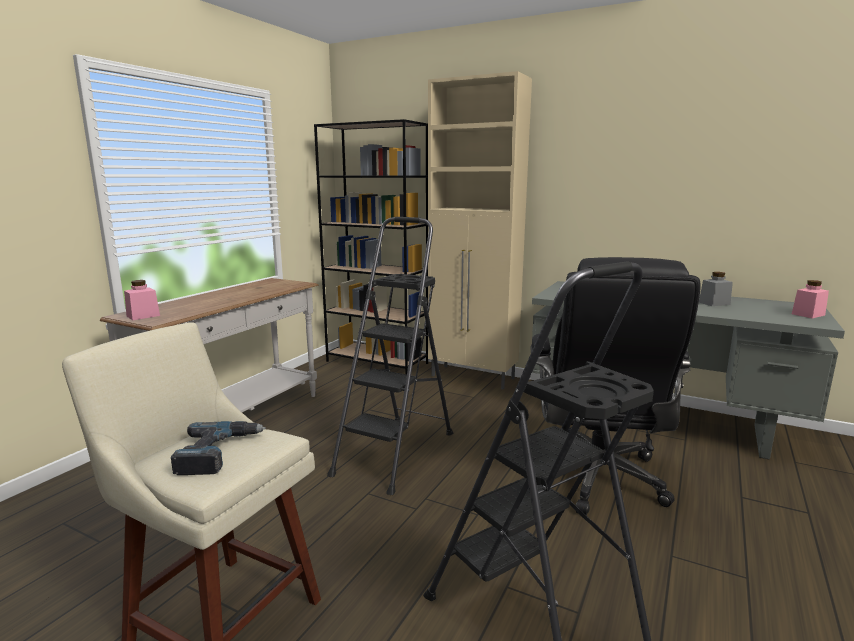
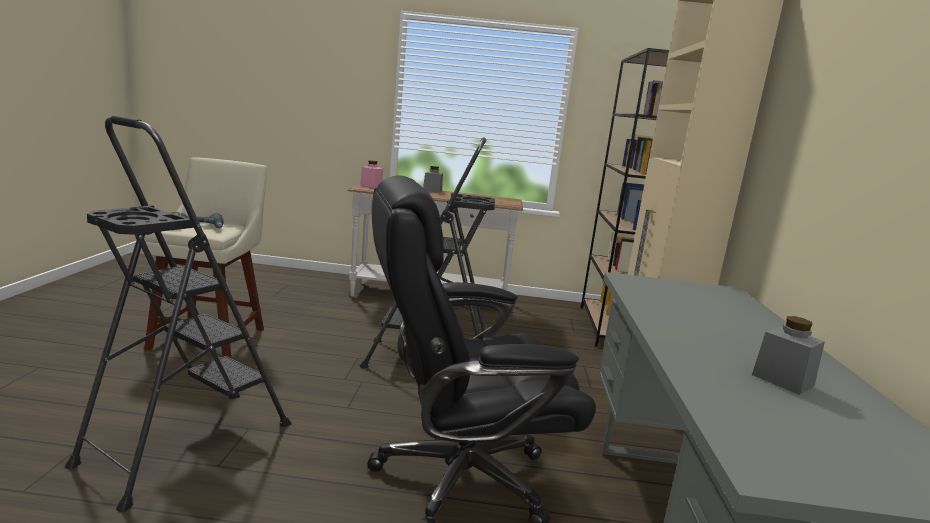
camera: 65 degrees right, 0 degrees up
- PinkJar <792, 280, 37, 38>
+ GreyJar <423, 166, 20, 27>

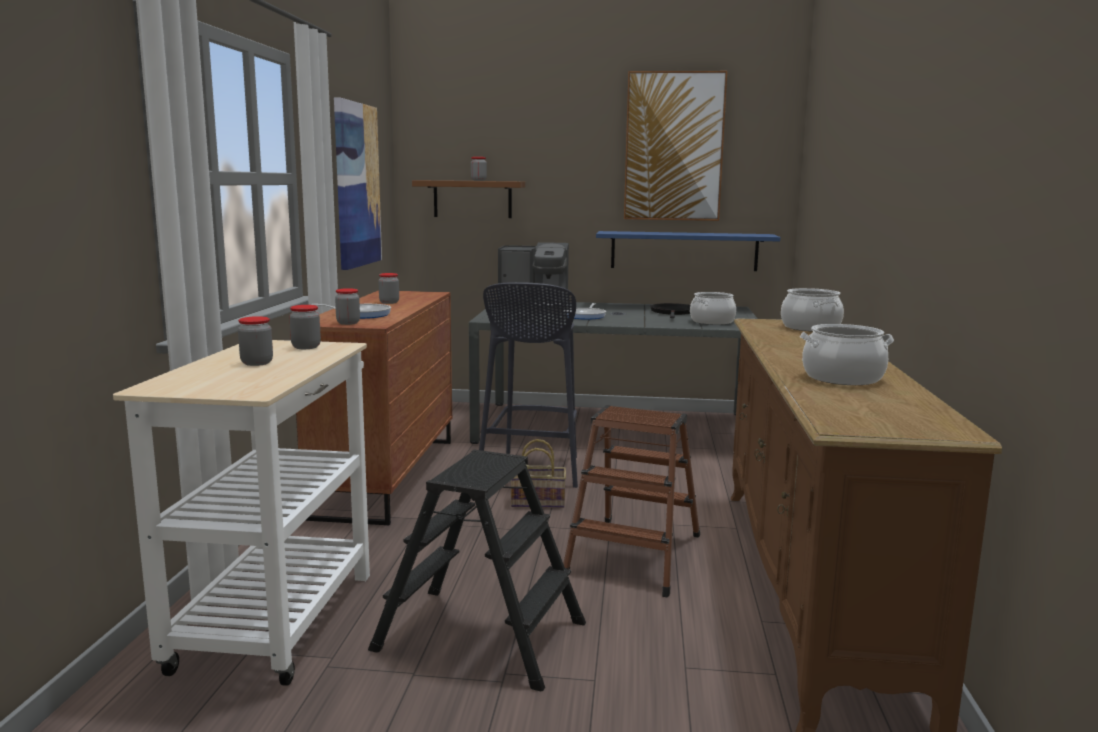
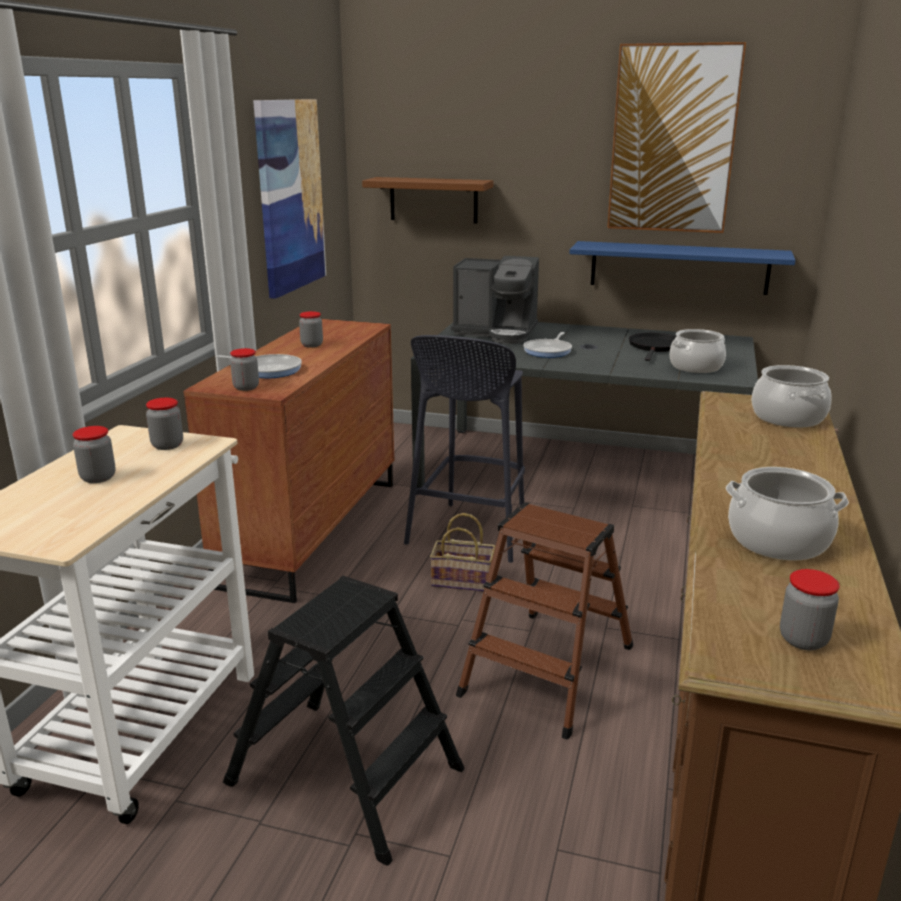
camera: 10 degrees right, 10 degrees up
~ Jar <471, 157, 16, 24> to <780, 569, 60, 81>

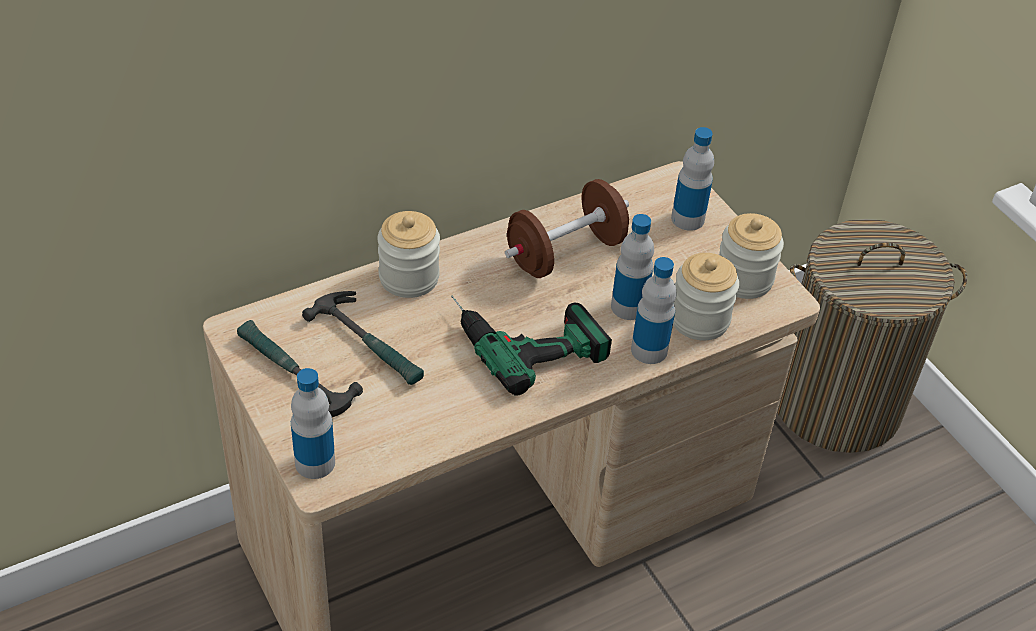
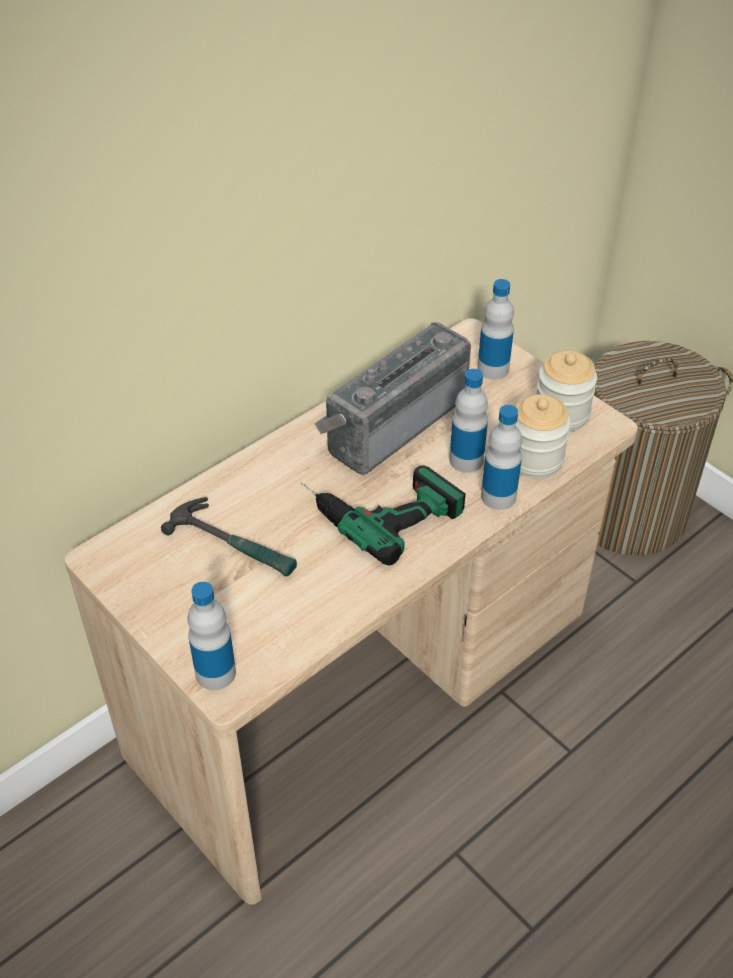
camera: 10 degrees left, 0 degrees up
- Hammer <237, 320, 126, 97>
- Jar <377, 211, 63, 87>
~ BrownDumbbell <505, 179, 124, 99> to Radio <315, 322, 156, 153>

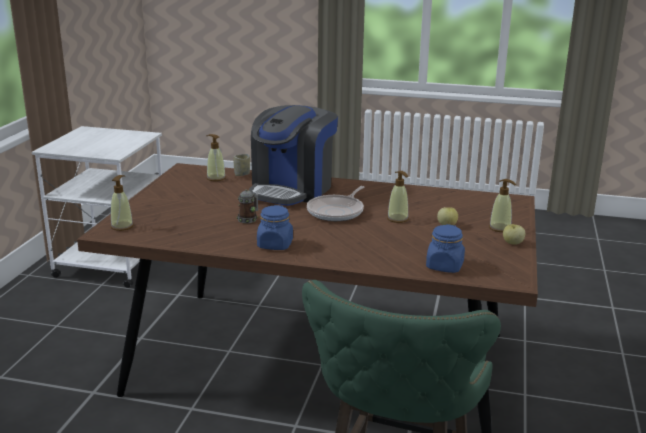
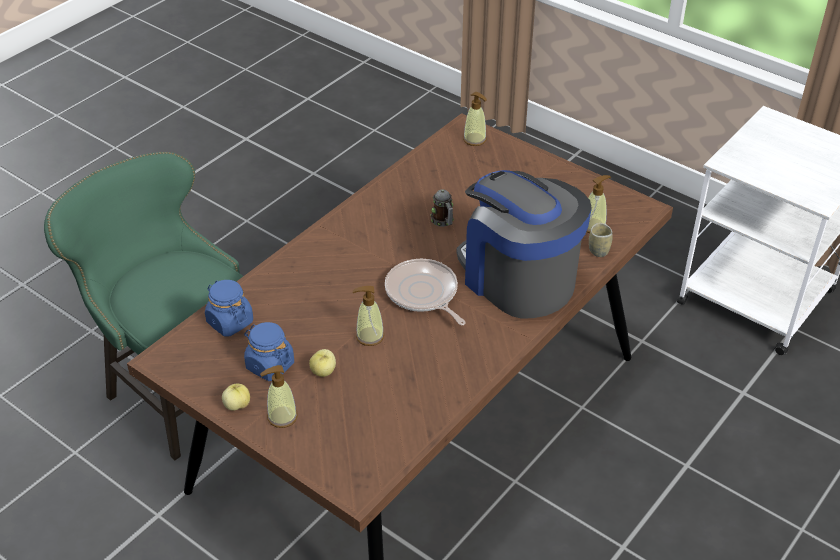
camera: 115 degrees right, 20 degrees up
~ BlueJar <257, 205, 36, 45> to <244, 322, 50, 59>

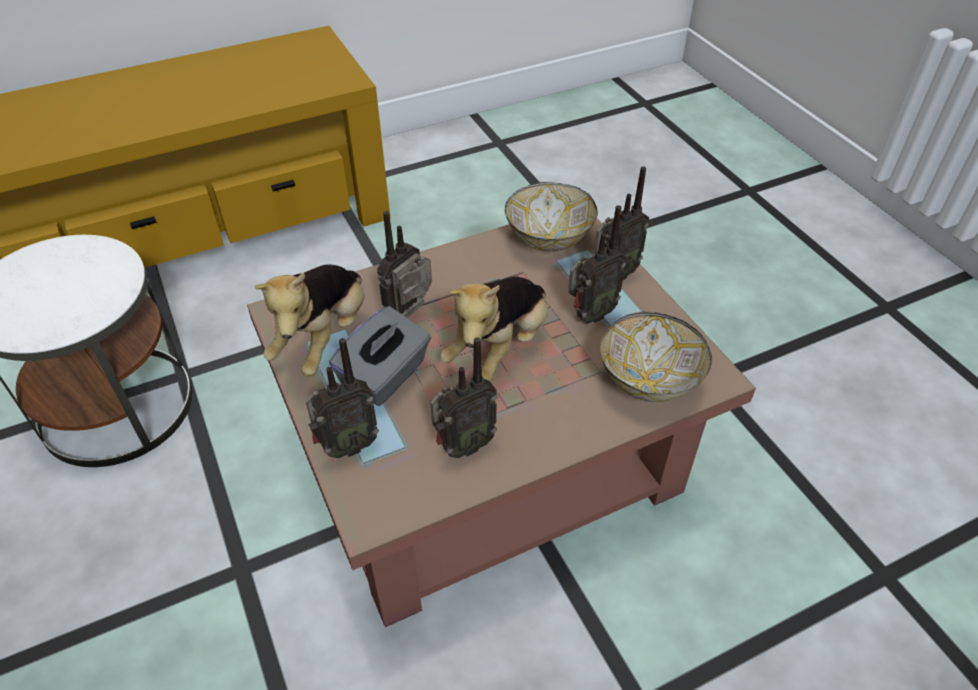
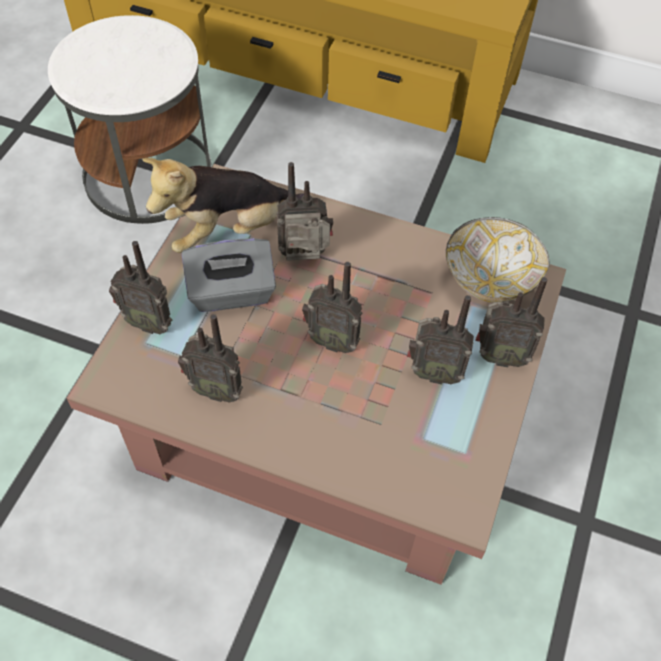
camera: 45 degrees right, 10 degrees up
- Bowl <600, 312, 112, 90>
~ PlushToy <440, 276, 108, 105> to Radio <302, 262, 61, 91>

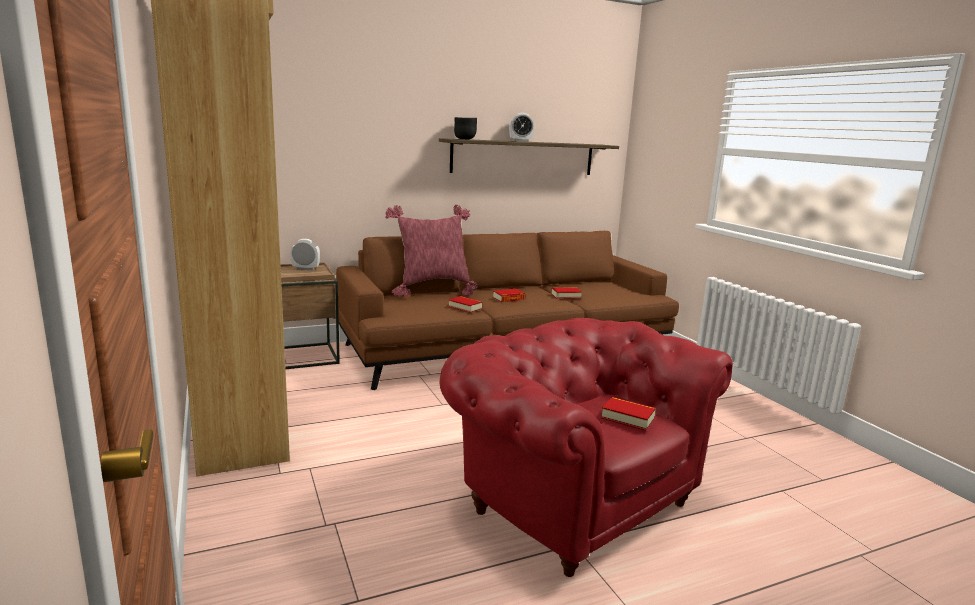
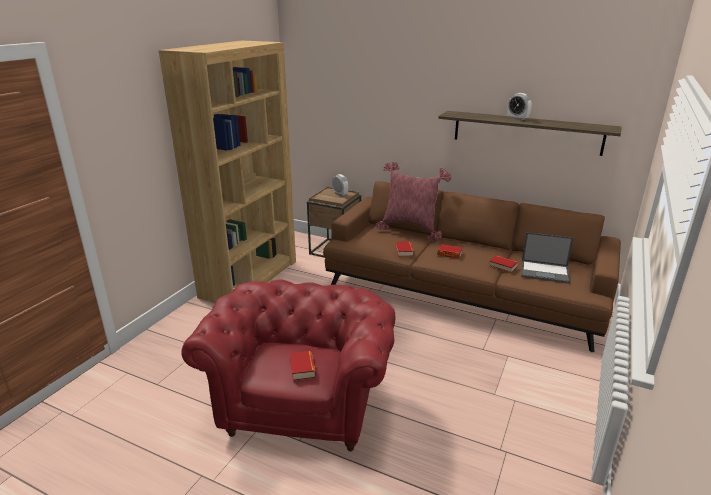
camera: 50 degrees right, 10 degrees up
- BlackBowl <454, 117, 23, 22>
+ Laptop <521, 232, 53, 52>

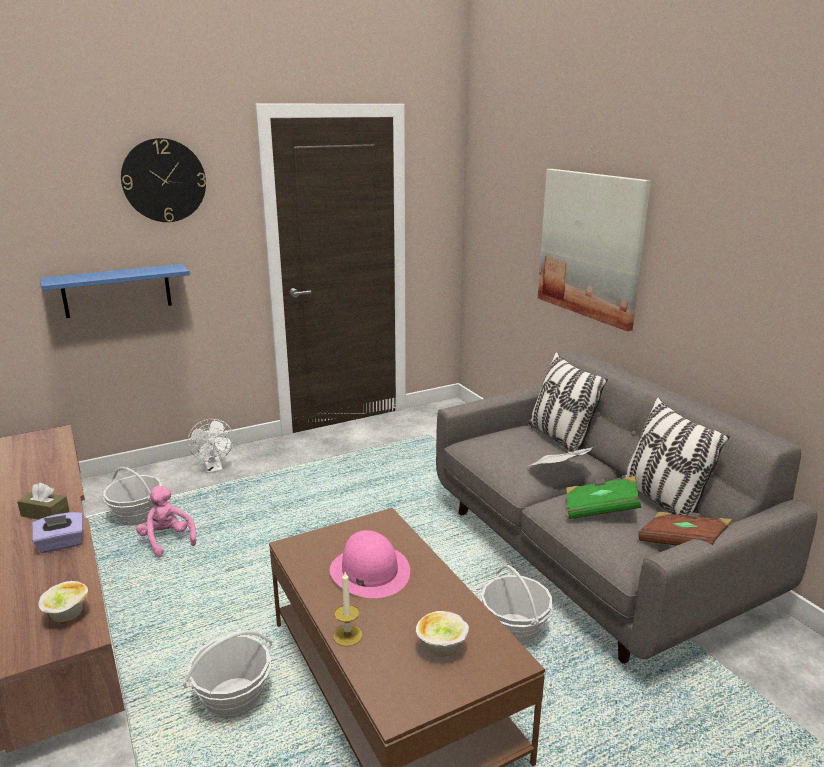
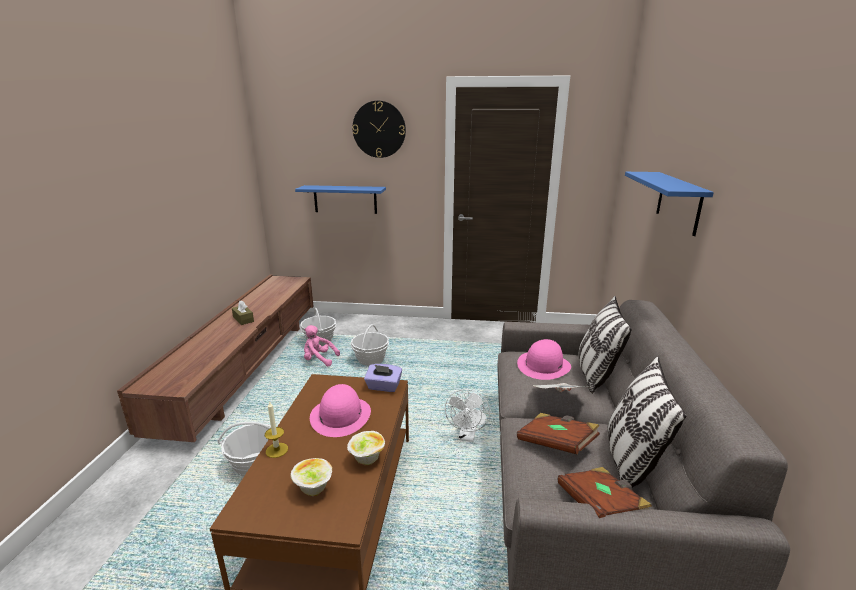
camera: 35 degrees right, 0 degrees up
+ PinkHat <517, 339, 54, 41>
~ PurpleTissueBox <32, 512, 51, 41> to <364, 364, 38, 28>
~ Bowl <39, 581, 49, 42> to <347, 431, 38, 34>
~ WhiteFan <188, 419, 46, 54> to <445, 389, 45, 53>
~ Basket <481, 565, 72, 80> to <351, 324, 38, 42>
~ Picture <538, 169, 113, 162> to BlueShelf <625, 172, 89, 64>
~ GreenBook <566, 476, 75, 43> to BrownBook <517, 413, 83, 41>
~ PinkPlushToy <136, 486, 60, 71> = <304, 325, 36, 41> 75 degrees counterclockwise

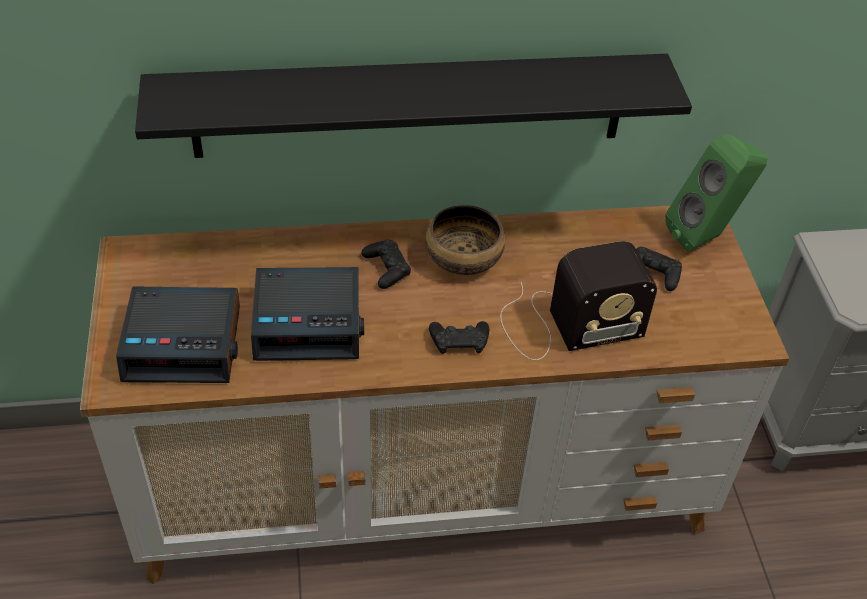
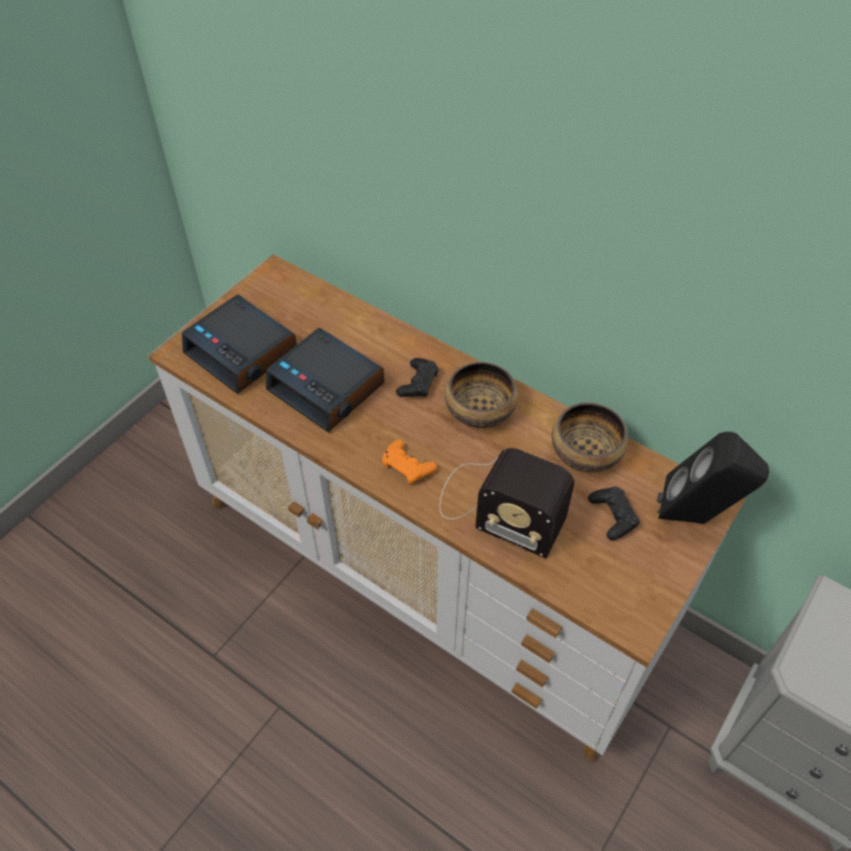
camera: 45 degrees right, 5 degrees up
- BlackShelf <135, 54, 557, 104>
+ Bowl <552, 403, 76, 69>
~ BlackGameController <429, 321, 60, 33> to OrangeGameController <382, 440, 55, 44>
~ GreenSpeaker <665, 134, 102, 118> to BlackSpeaker <657, 432, 112, 92>

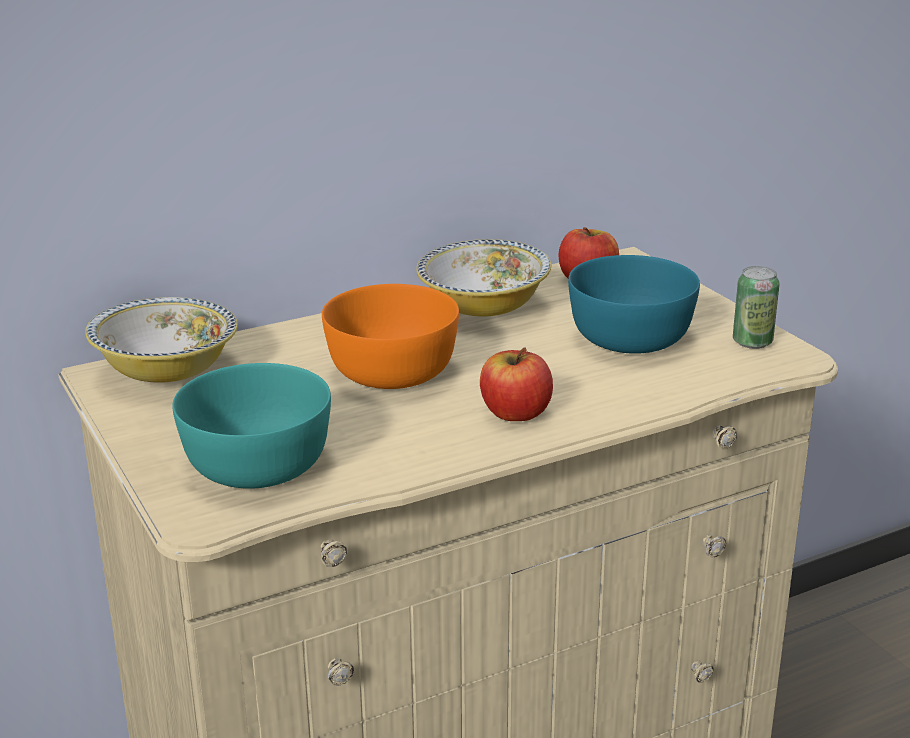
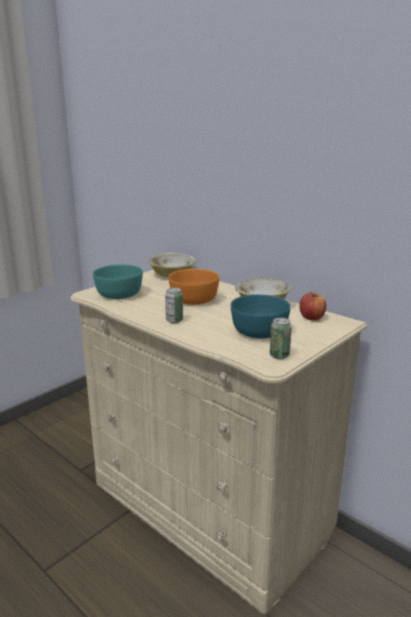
camera: 70 degrees right, 5 degrees down
~ Apple <480, 347, 73, 74> to Can <165, 288, 18, 35>

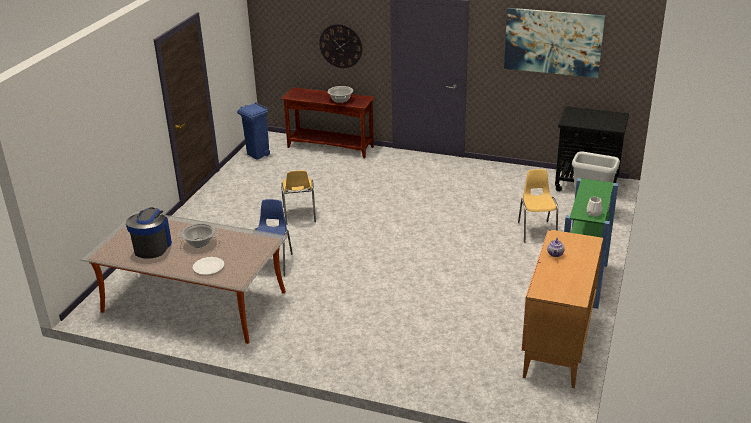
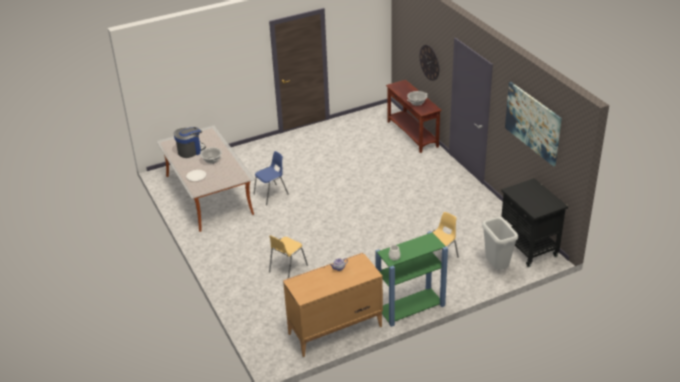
camera: 45 degrees right, 5 degrees up
- BlueTrashCan <237, 102, 33, 58>
~ YellowChair <281, 170, 35, 55> to <269, 235, 39, 43>

